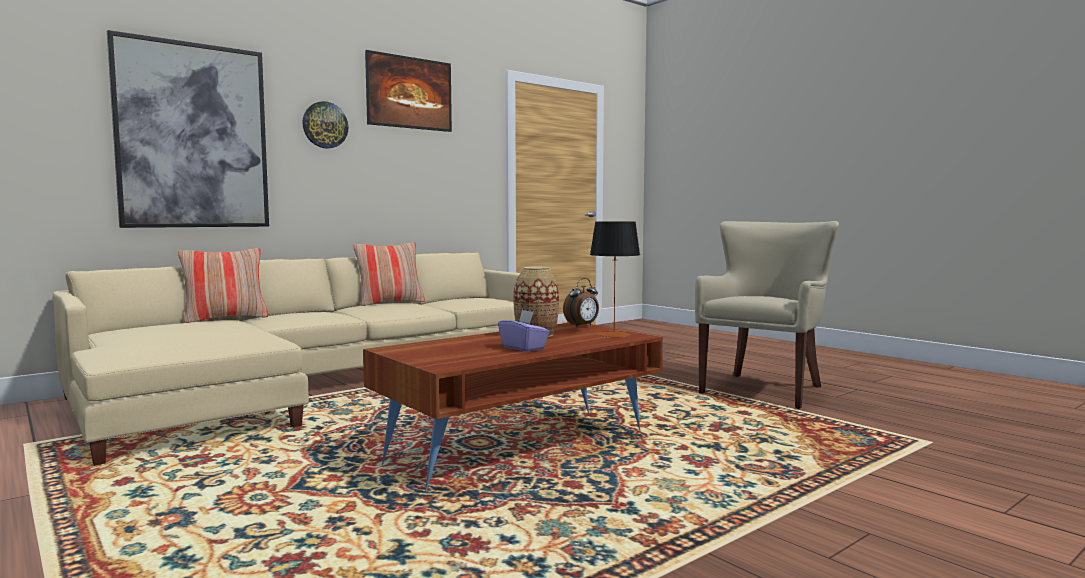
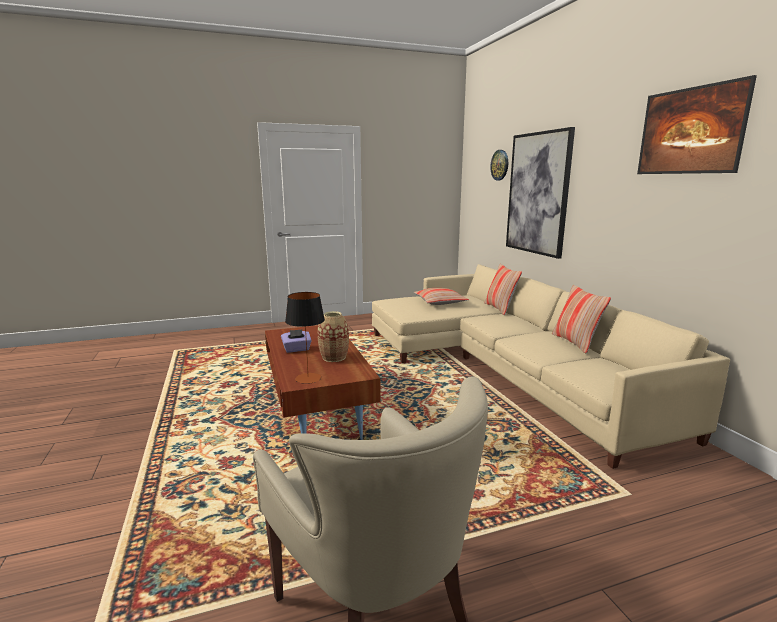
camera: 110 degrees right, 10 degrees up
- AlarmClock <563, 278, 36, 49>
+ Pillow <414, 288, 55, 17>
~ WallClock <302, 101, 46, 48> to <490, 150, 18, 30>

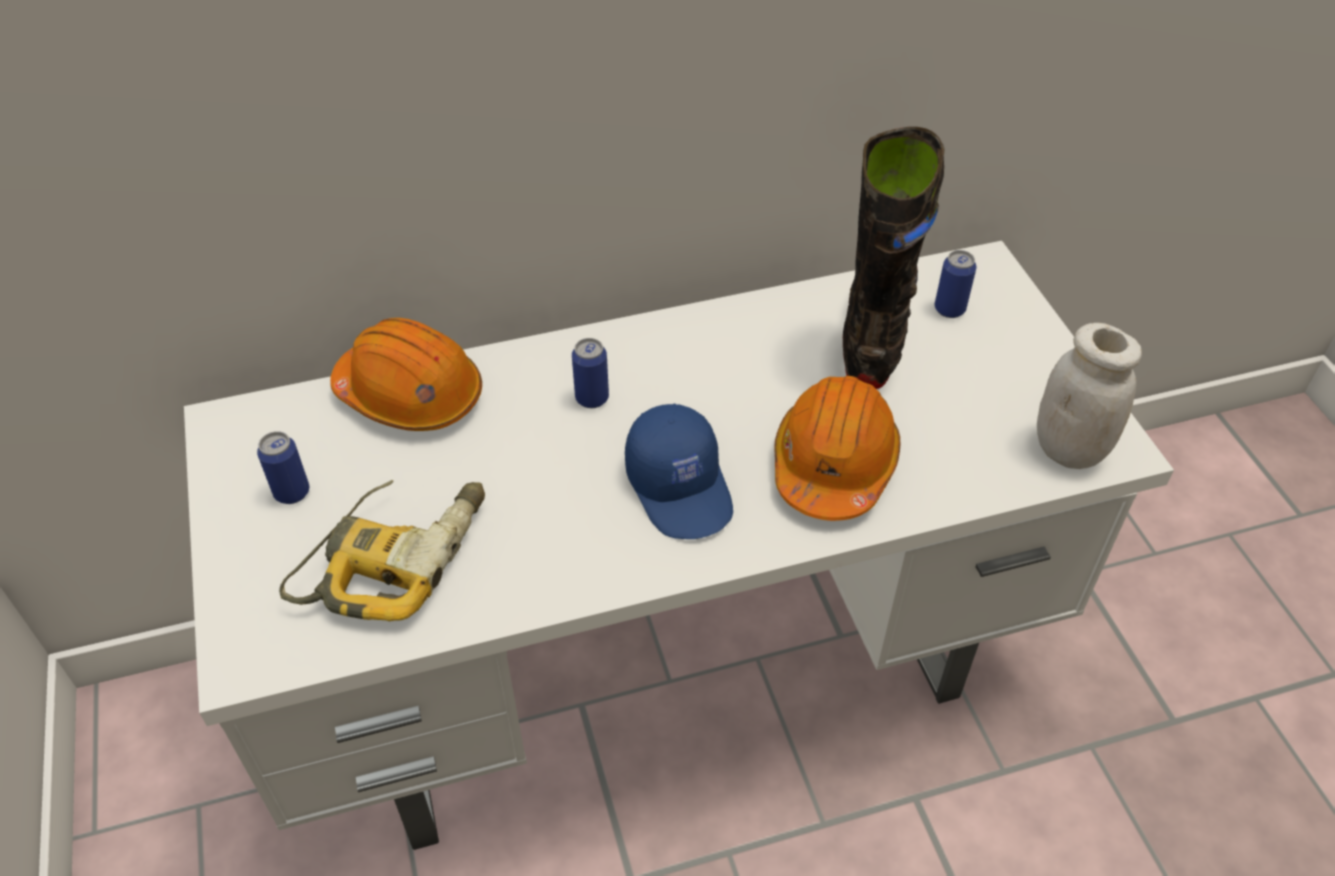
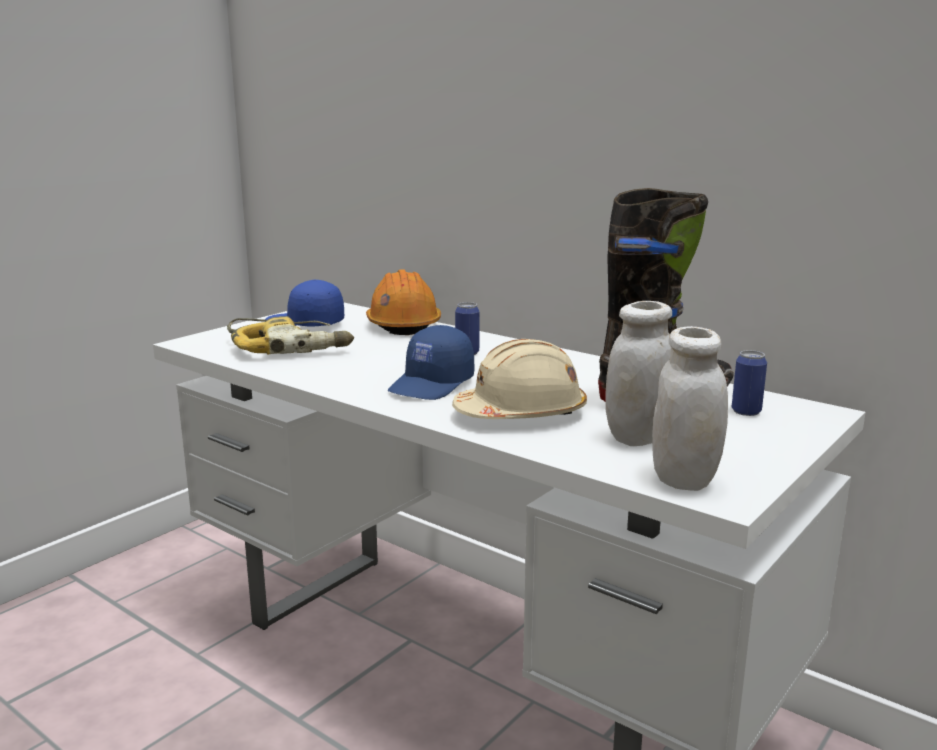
camera: 55 degrees right, 30 degrees down
+ WhiteJar <606, 301, 66, 145>
~ Can <257, 431, 52, 73> to BlueCap <265, 279, 79, 48>
~ OrangeHardHat <774, 376, 126, 145> to BeigeHardHat <452, 339, 135, 80>

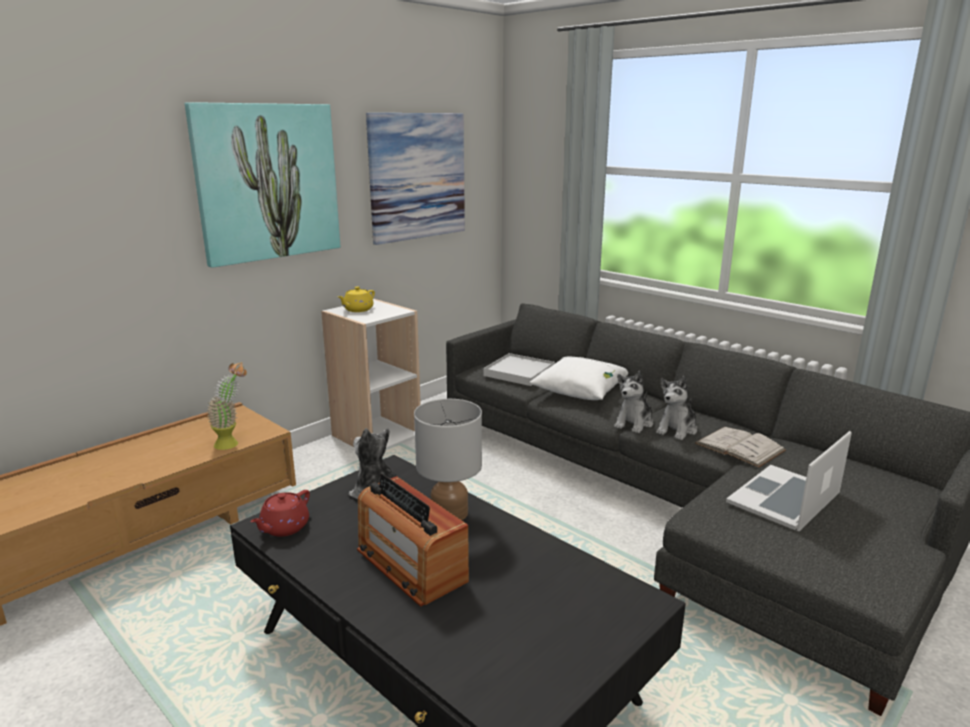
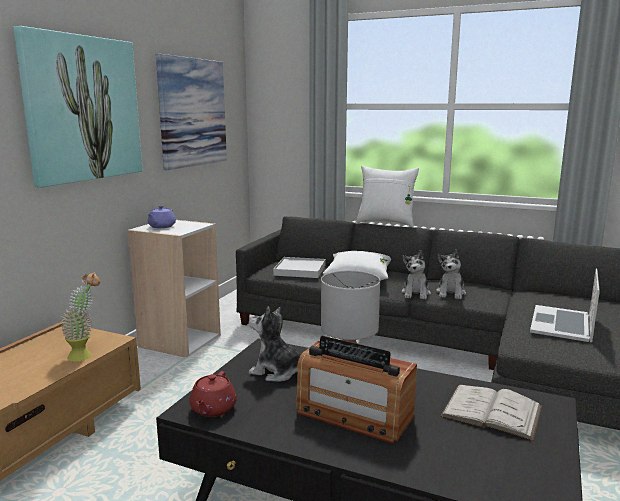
camera: 20 degrees left, 5 degrees down
+ WhitePillow <356, 166, 63, 61>
~ WhiteBook <695, 427, 91, 41> to <440, 385, 102, 56>
~ YellowTeapot <338, 287, 37, 25> to PurpleTeapot <148, 206, 28, 22>

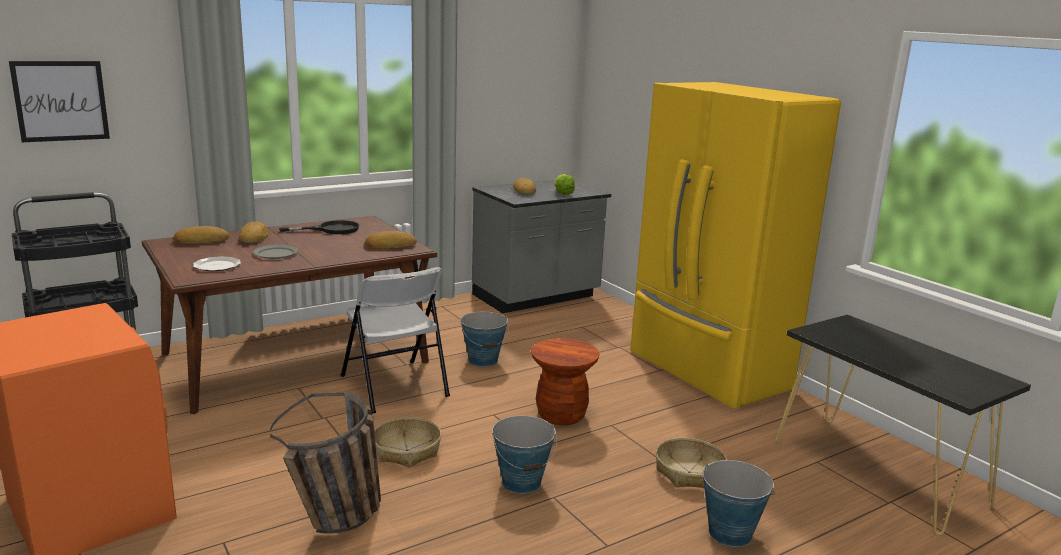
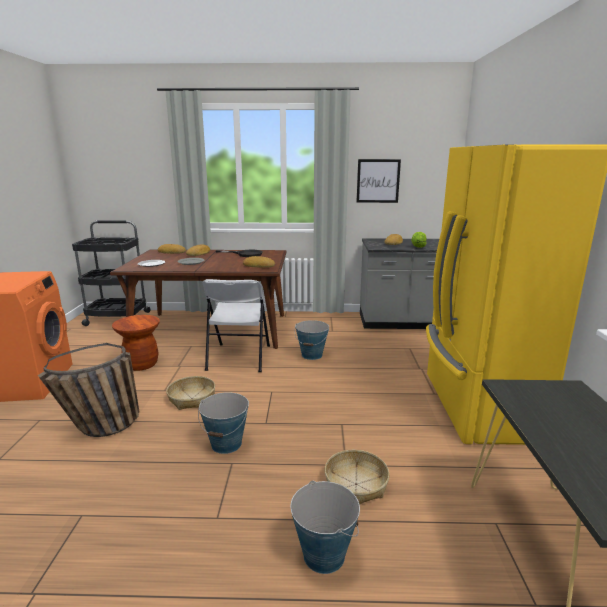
camera: 35 degrees right, 0 degrees up
~ Picture <9, 61, 101, 81> to <357, 159, 44, 44>
~ BrownStool <531, 338, 69, 87> to <112, 315, 48, 56>

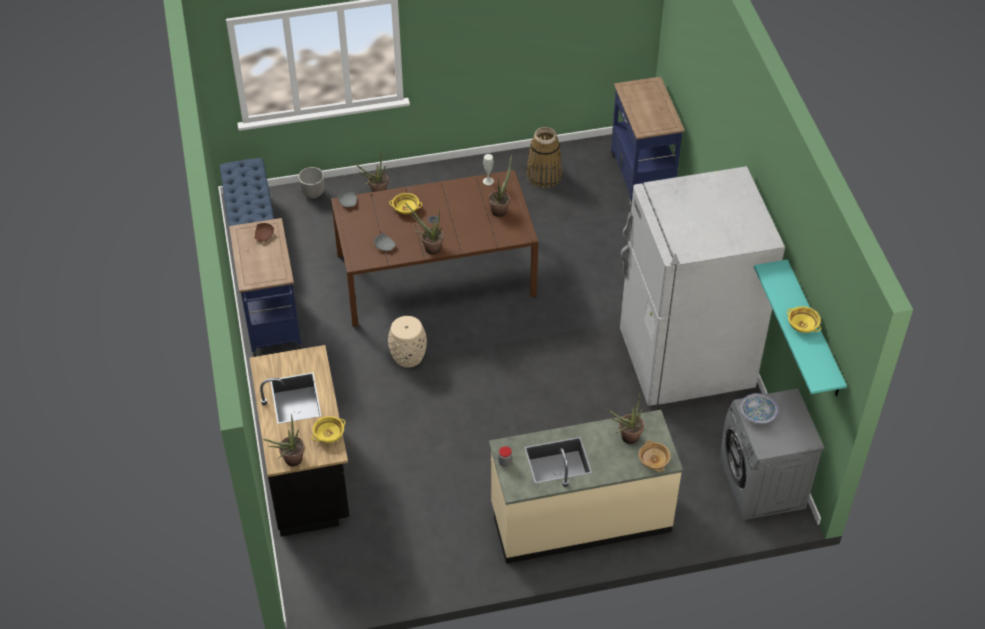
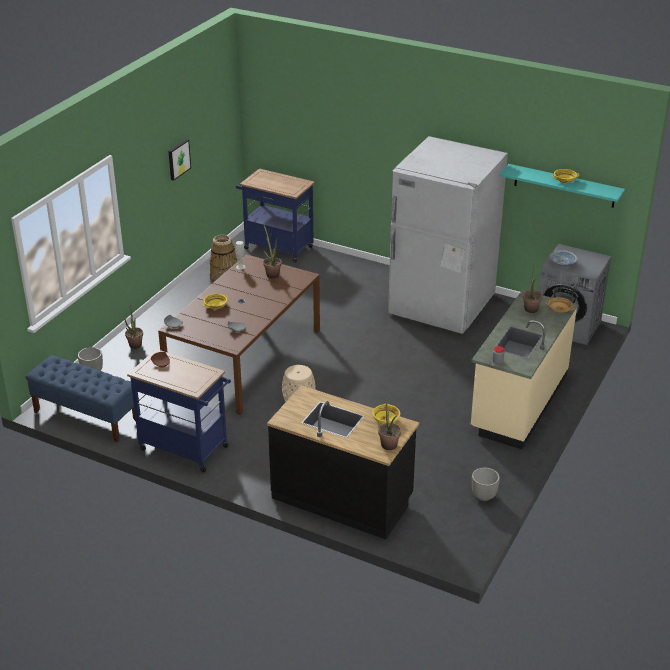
camera: 50 degrees left, 15 degrees down
- PottedPlant <405, 203, 39, 52>
+ Picture <168, 139, 23, 42>
+ Planter <472, 468, 28, 33>

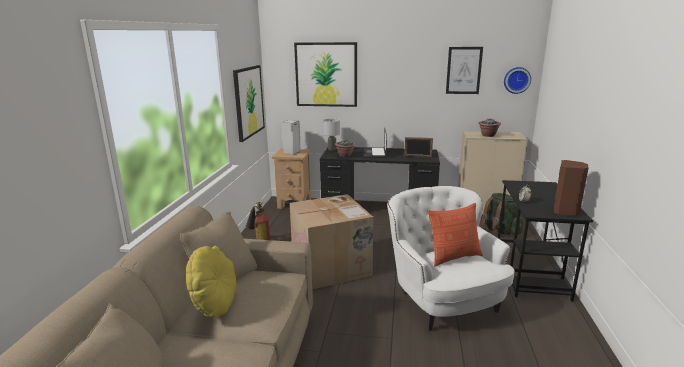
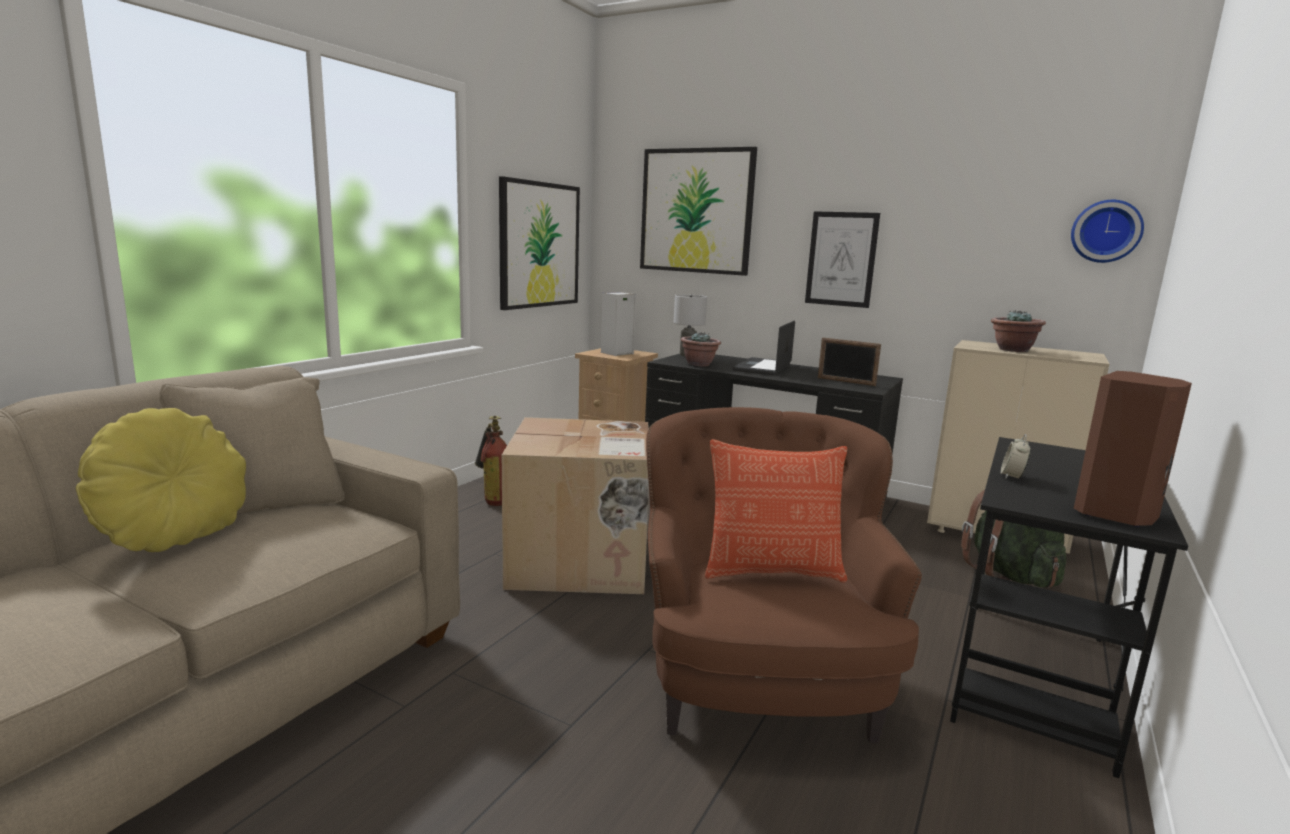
camera: 20 degrees right, 5 degrees down
~ Picture <446, 47, 37, 47> to <805, 212, 75, 96>
~ WhiteArmchair <387, 186, 128, 145> to BrownArmchair <646, 407, 276, 336>

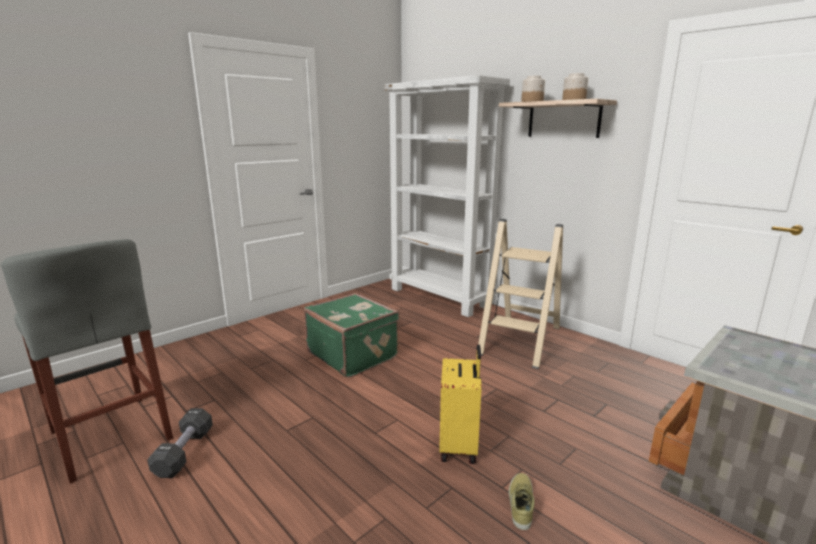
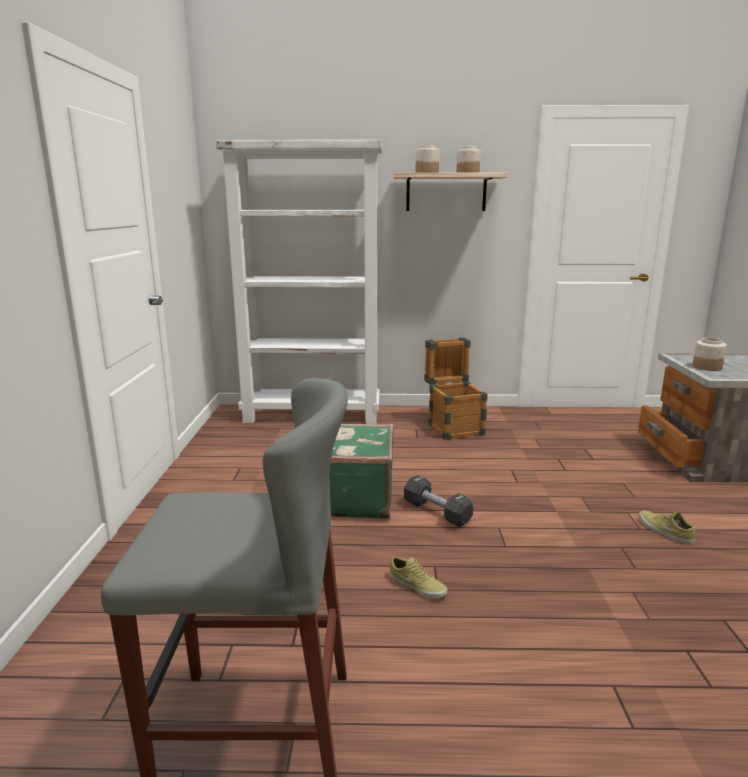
camera: 45 degrees left, 0 degrees up
- YellowSuitcase <439, 344, 43, 120>
+ BeigeShoe <389, 557, 59, 42>
+ Jar <693, 337, 34, 34>
~ BlackDumbbell <147, 408, 66, 70> to <404, 475, 69, 52>
~ BeigeStepLadder <478, 219, 85, 150> to Crate <424, 337, 64, 103>

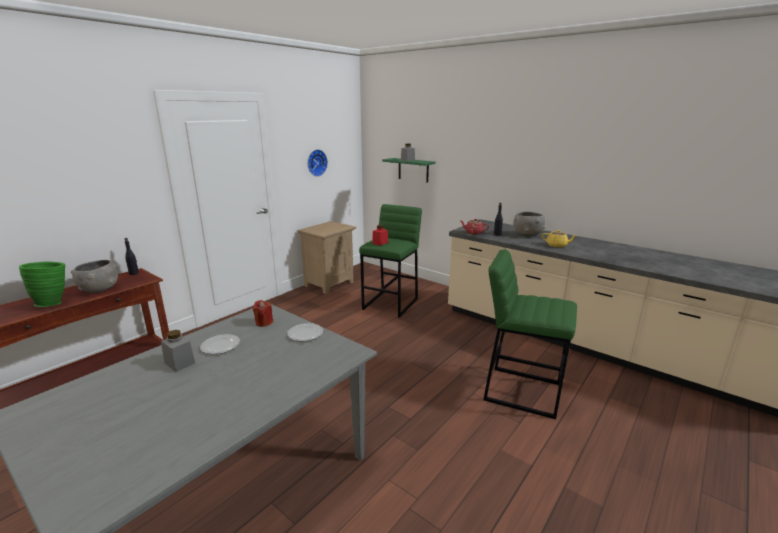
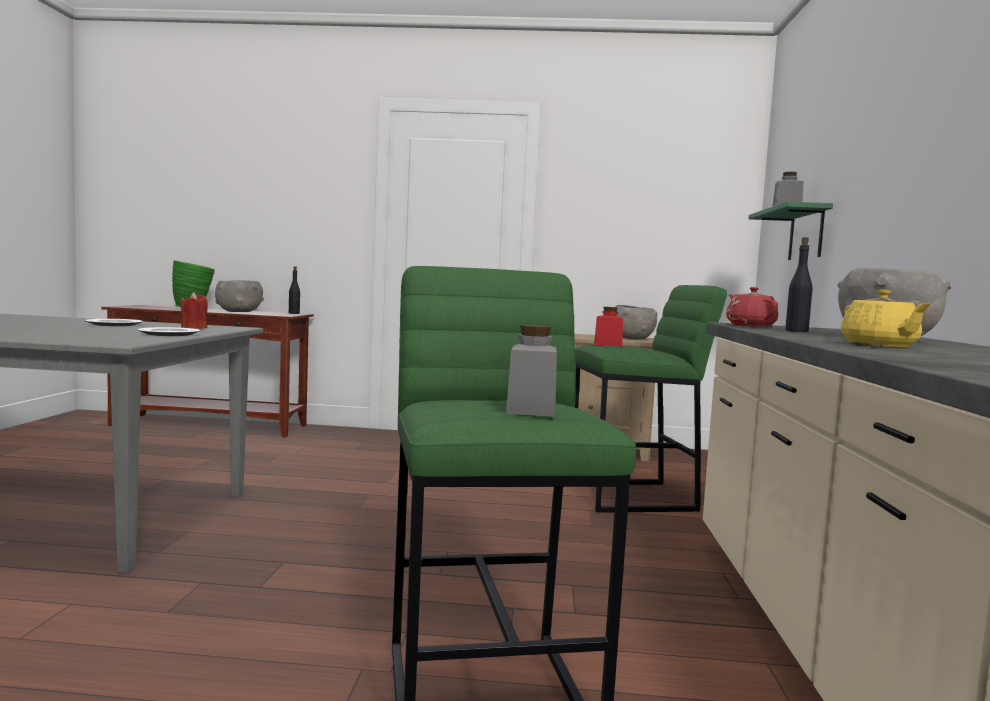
camera: 55 degrees right, 15 degrees down
- WallClock <307, 149, 21, 28>
+ GreyBowl <615, 305, 42, 34>
~ GreyJar <161, 330, 34, 42> to <506, 325, 51, 92>

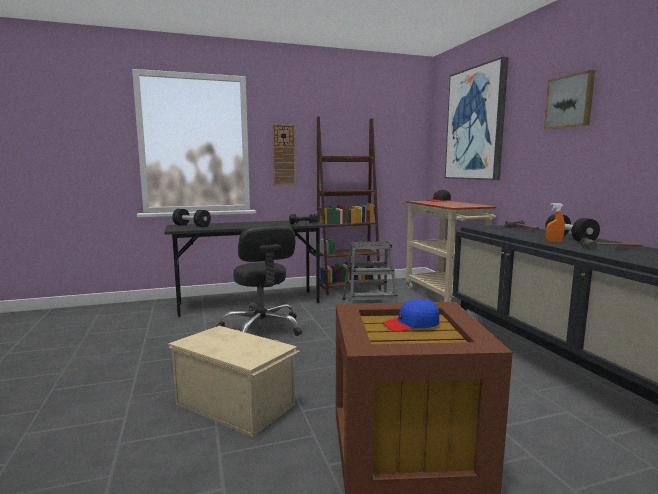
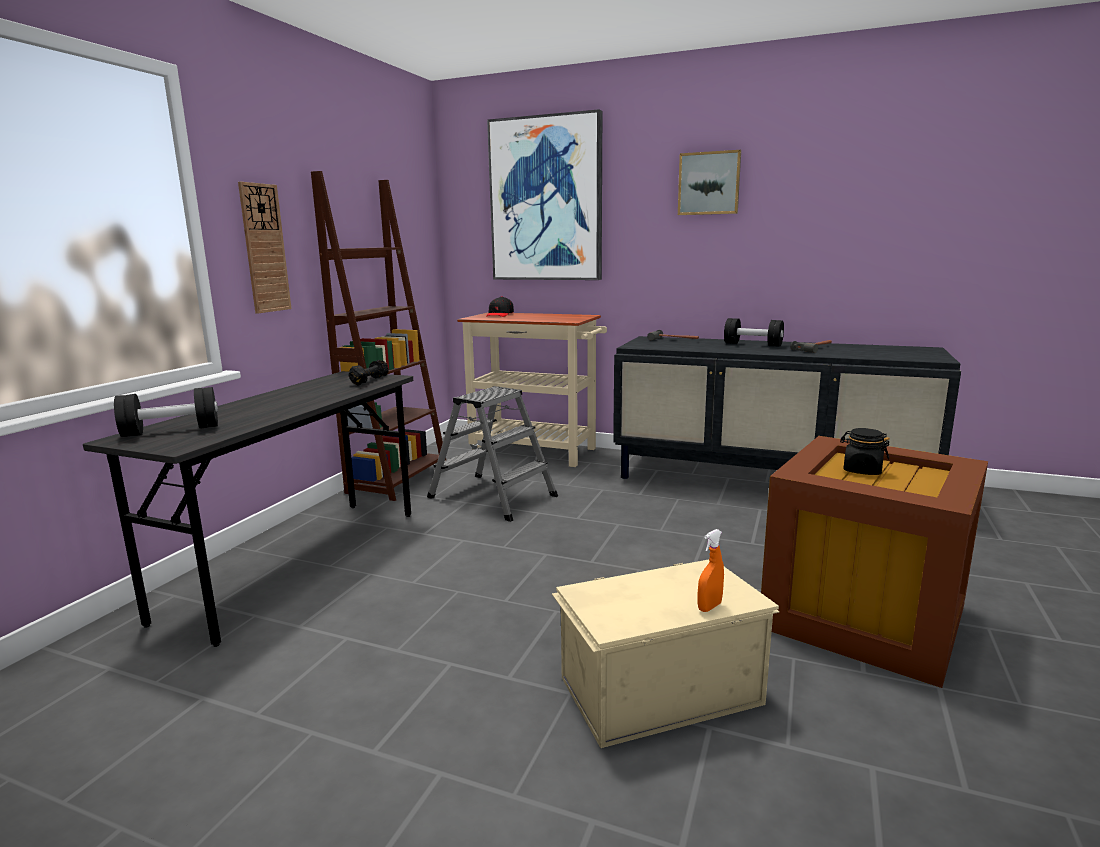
camera: 50 degrees left, 5 degrees up
- BlackOfficeChair <216, 225, 86, 111>
~ OrangeSprayBottle <546, 203, 19, 39> to <698, 529, 26, 83>
~ BlueCap <383, 298, 56, 34> to BlackJar <840, 428, 50, 47>

